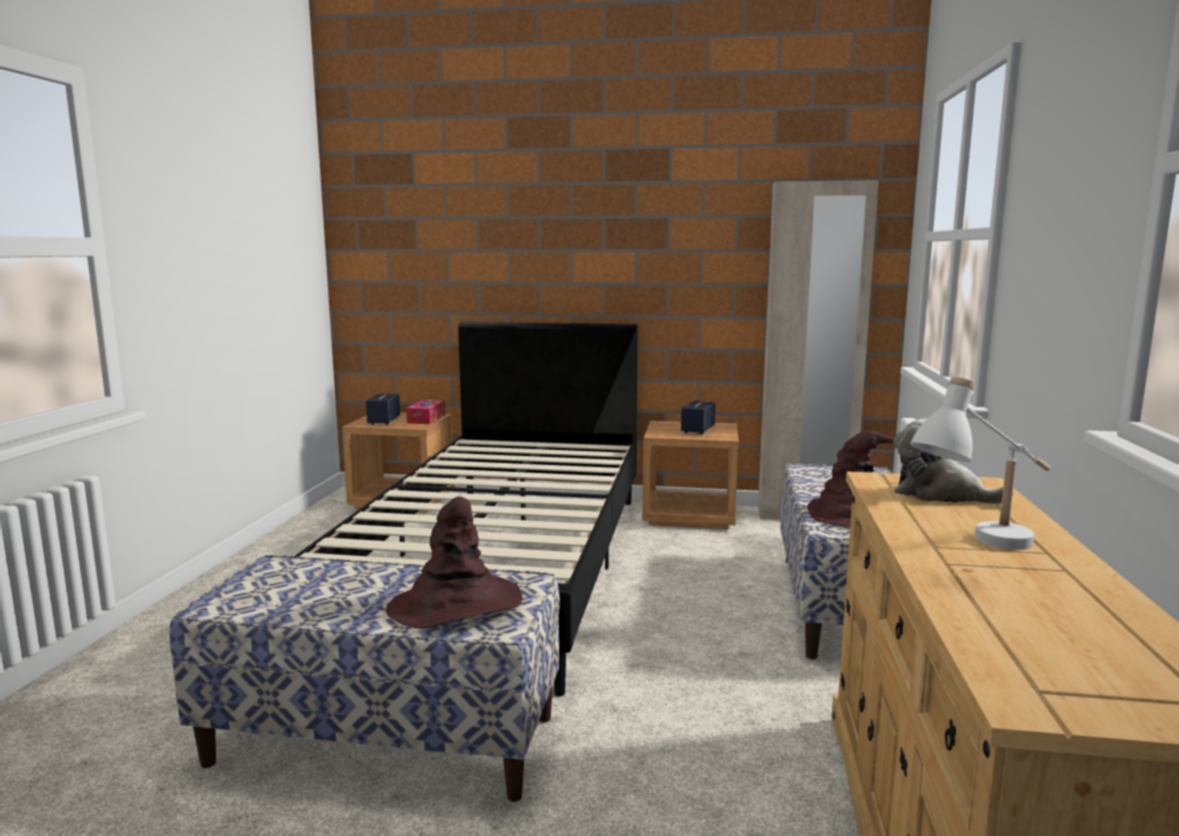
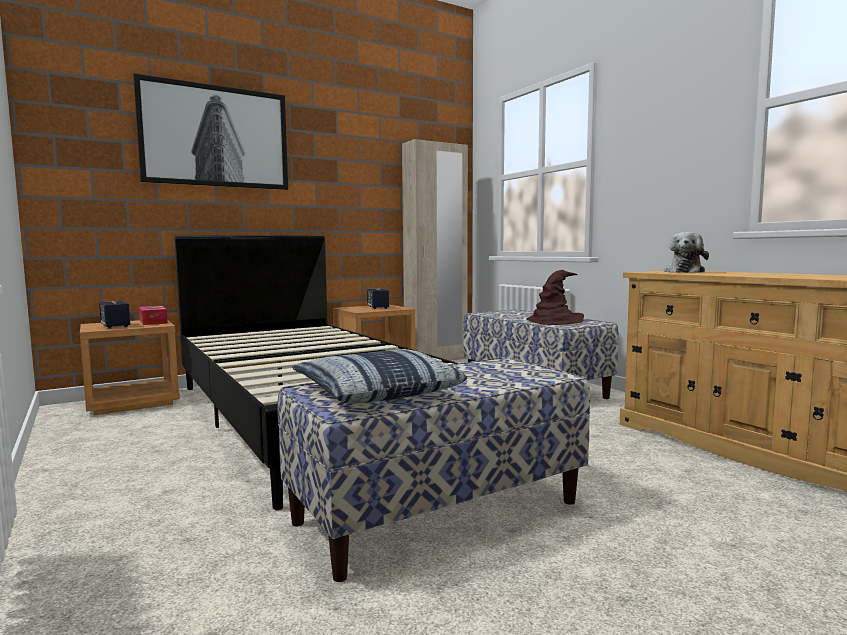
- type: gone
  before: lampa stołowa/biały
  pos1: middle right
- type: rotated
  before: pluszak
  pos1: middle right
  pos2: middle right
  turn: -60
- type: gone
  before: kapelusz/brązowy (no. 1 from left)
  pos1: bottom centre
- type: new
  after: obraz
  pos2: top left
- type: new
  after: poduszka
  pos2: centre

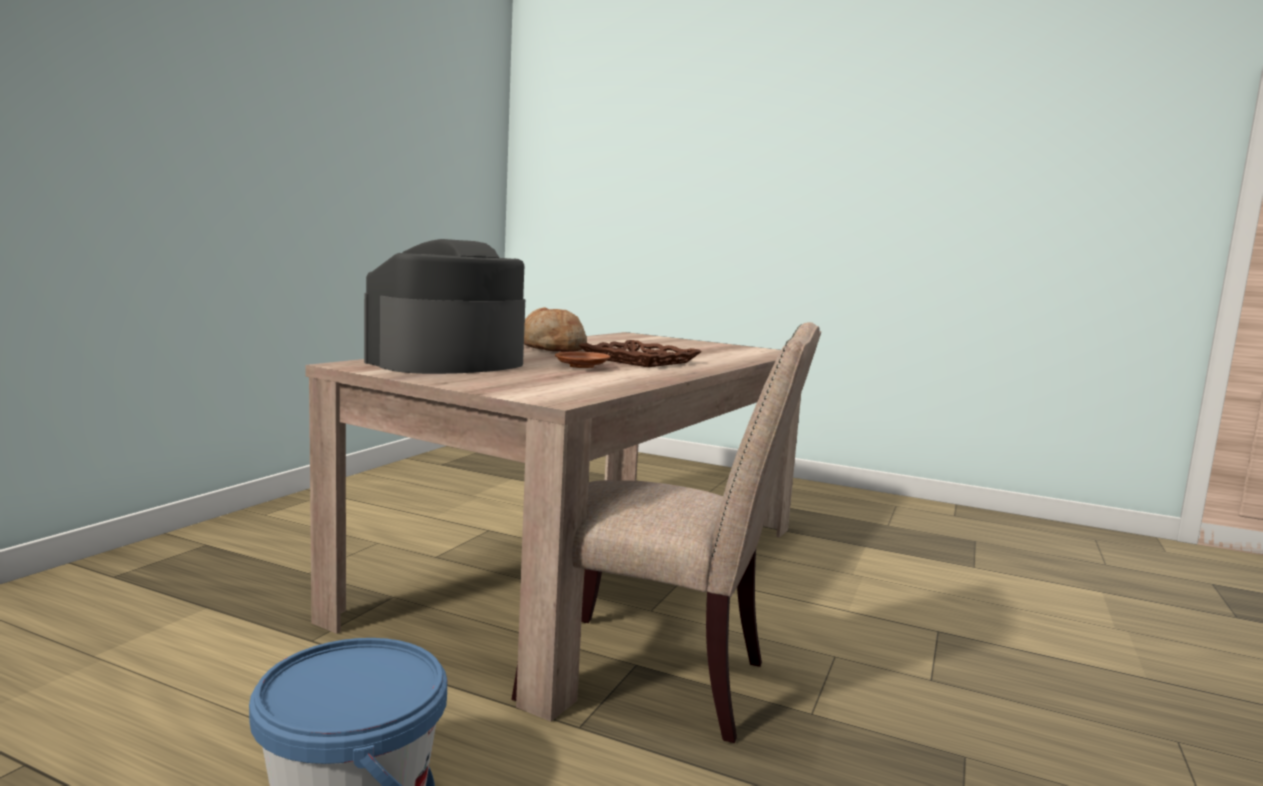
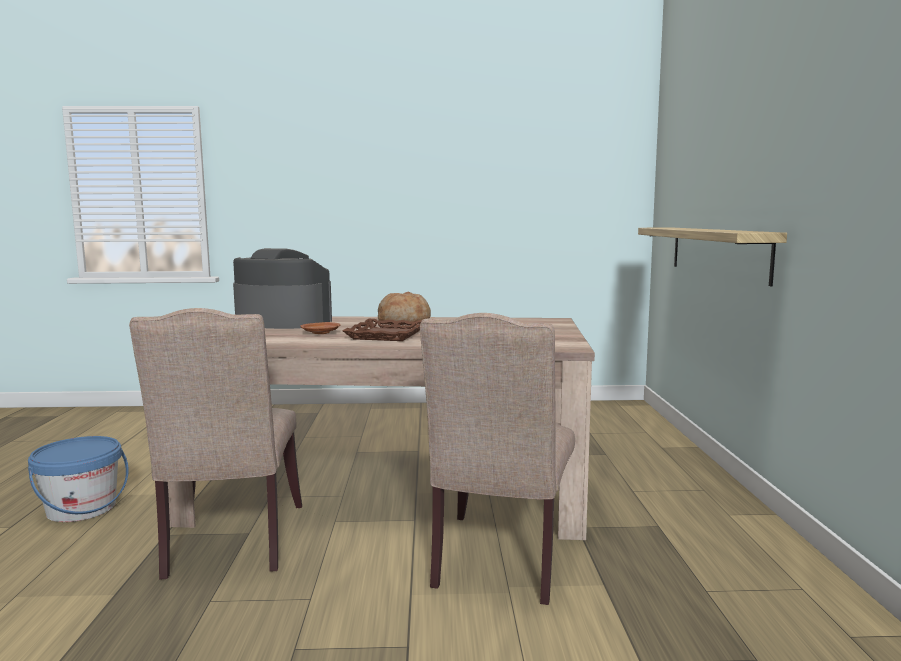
- type: new
  after: półka
  pos2: middle right
- type: new
  after: krzesło/beżowy (no. 2 from left)
  pos2: bottom centre

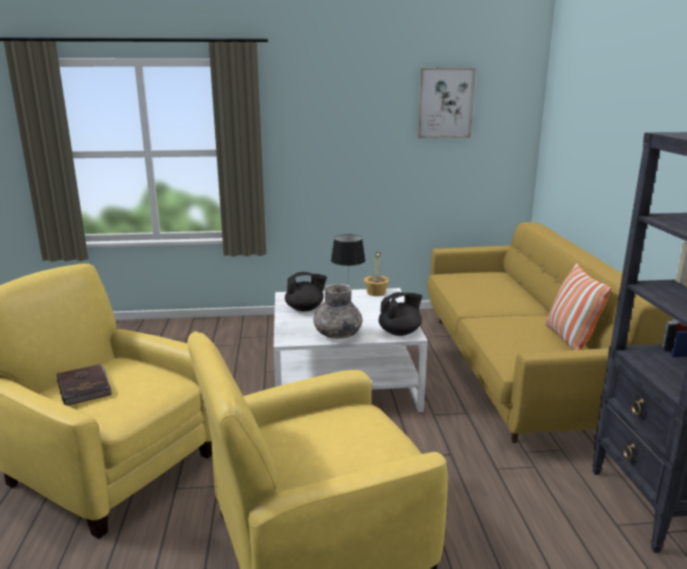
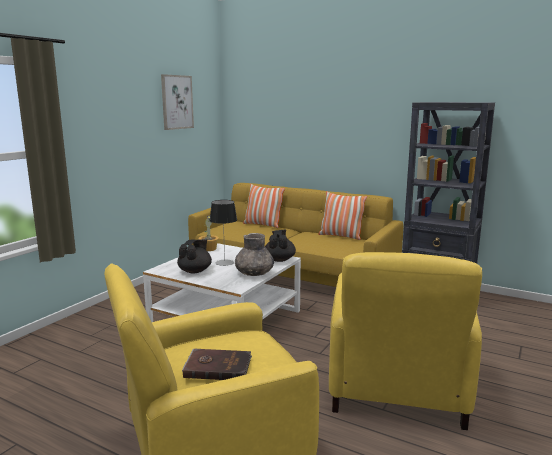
- type: new
  after: poduszka (no. 1 from left)
  pos2: centre

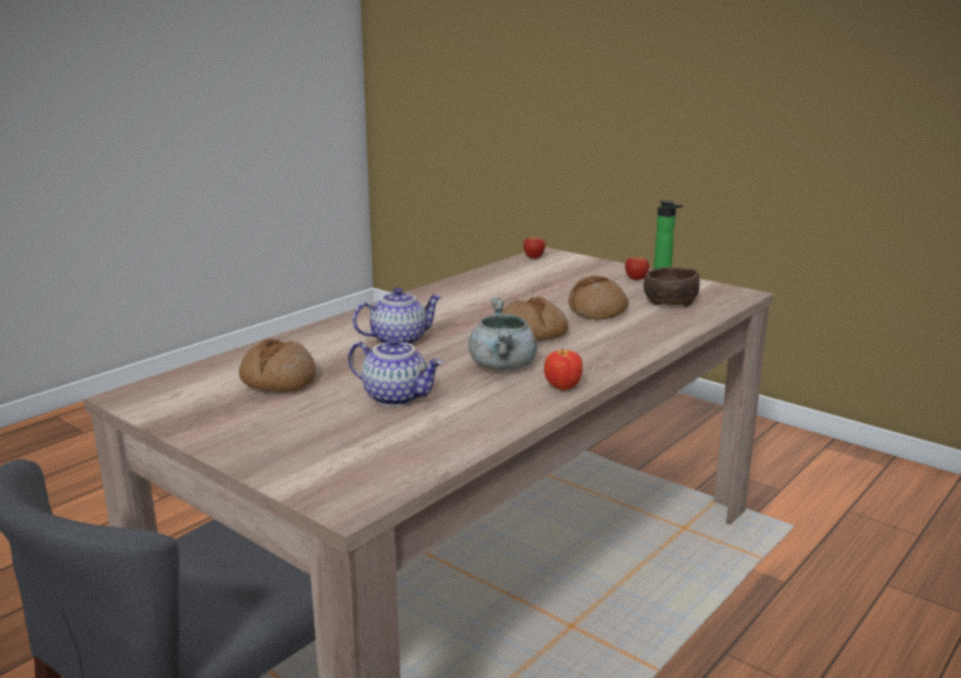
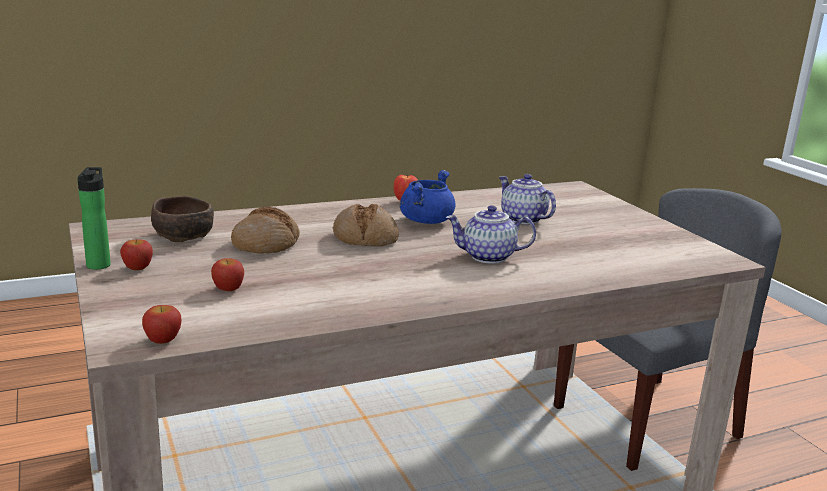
- type: repainted
  before: garnek/szary
  after: garnek/niebieski
  pos1: centre
  pos2: centre
- type: gone
  before: chleb (no. 1 from left)
  pos1: middle left
- type: new
  after: jabłko (no. 3 from left)
  pos2: middle left

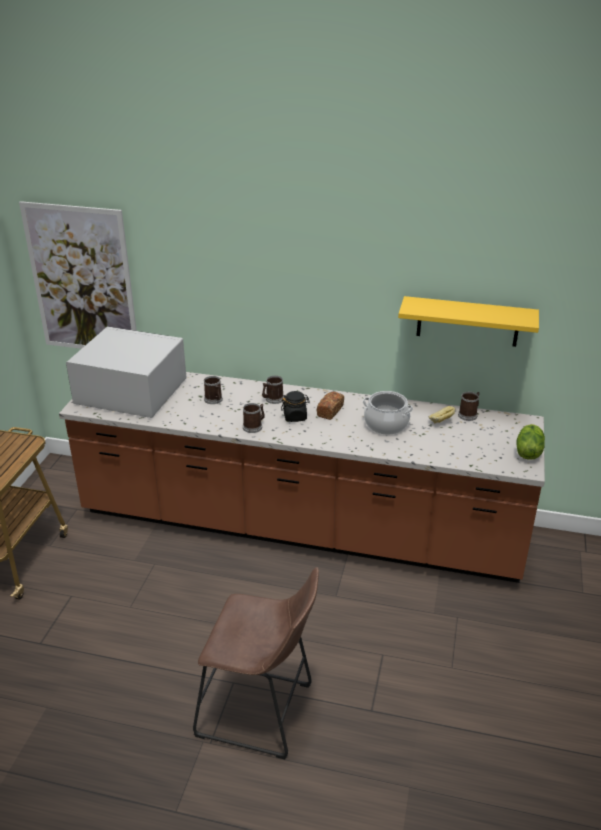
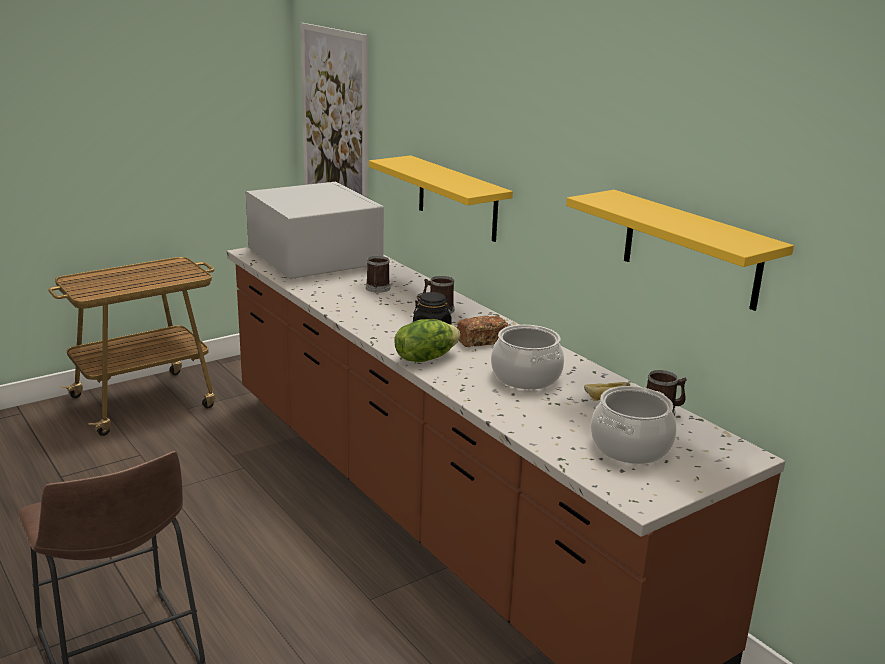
- type: gone
  before: kubek (no. 2 from left)
  pos1: centre
- type: shifted
  before: sałata
  pos1: middle right
  pos2: centre
- type: new
  after: półka/żółty (no. 1 from left)
  pos2: top centre
- type: new
  after: garnek (no. 2 from left)
  pos2: middle right

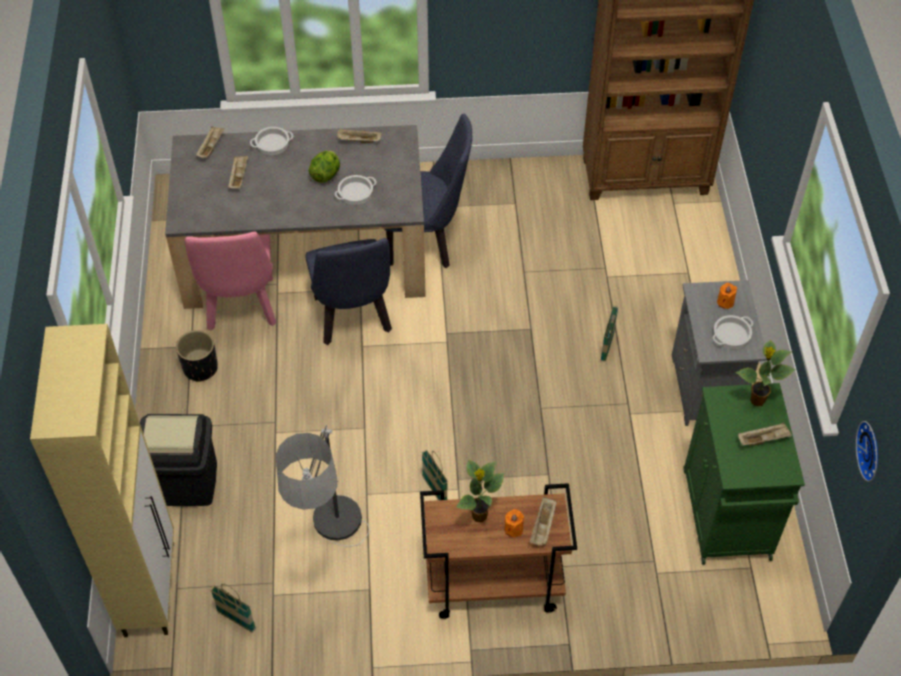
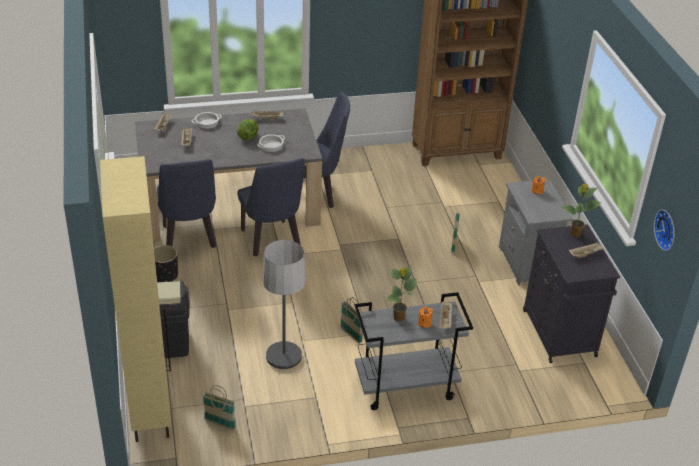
- type: repainted
  before: krzesło/różowy
  after: krzesło/niebieski (no. 1 from left)
  pos1: middle left
  pos2: middle left
- type: gone
  before: garnek (no. 3 from left)
  pos1: middle right
- type: repainted
  before: szafka/zielony
  after: szafka/czarny
  pos1: bottom right
  pos2: middle right
- type: repainted
  before: wózek/brązowy
  after: wózek/szary
  pos1: bottom centre
  pos2: bottom centre

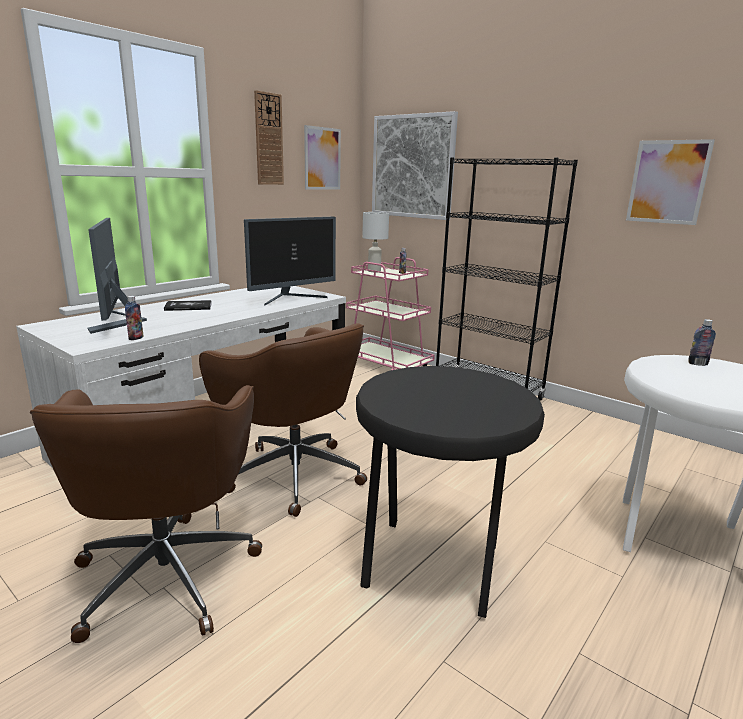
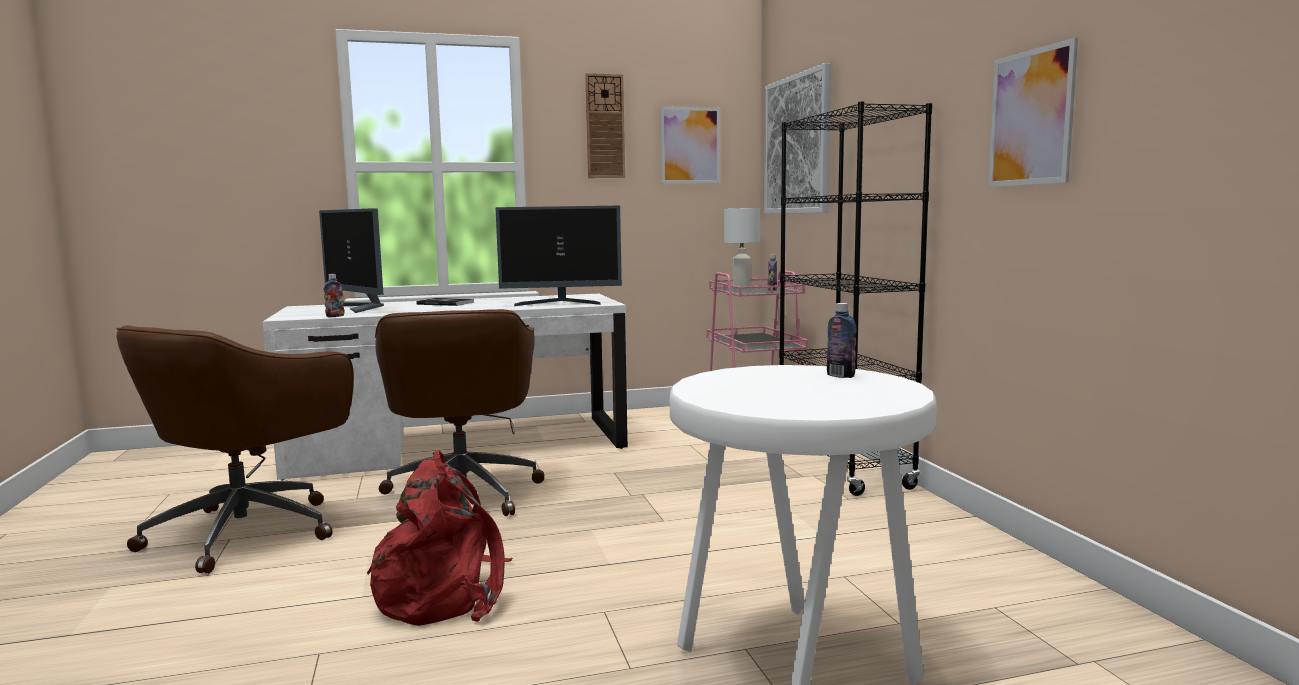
- type: rotated
  before: monitor (no. 1 from left)
  pos1: middle left
  pos2: middle left
  turn: -60
- type: swapped
  before: stołek/czarny
  after: plecak/czerwony
  pos1: bottom centre
  pos2: bottom centre

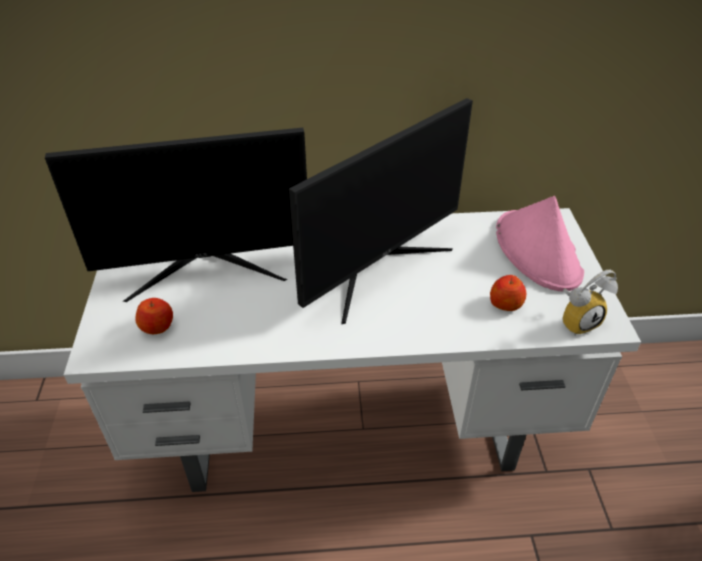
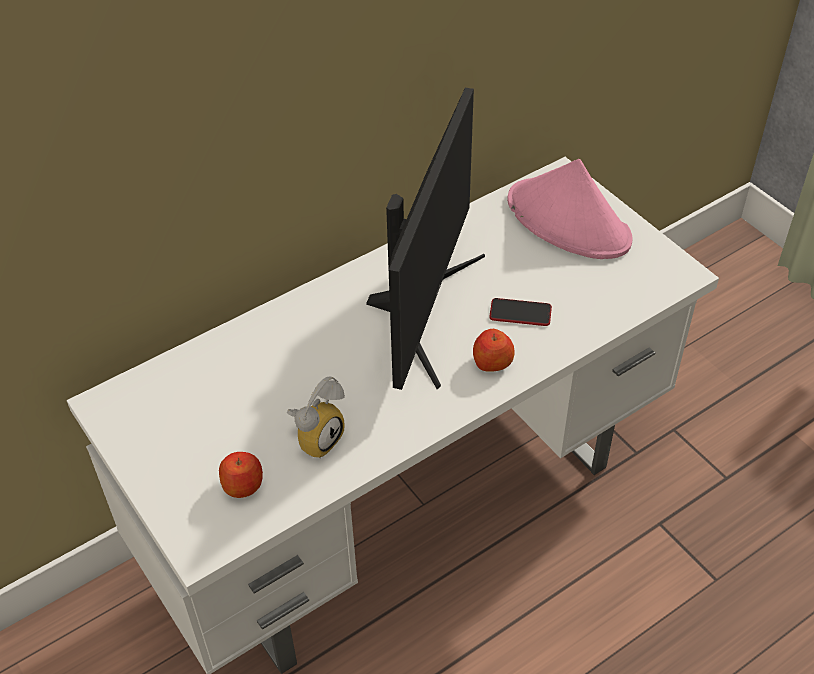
- type: gone
  before: monitor (no. 1 from left)
  pos1: middle left
- type: shifted
  before: budzik
  pos1: middle right
  pos2: centre
- type: shifted
  before: jabłko (no. 2 from left)
  pos1: middle right
  pos2: centre
- type: new
  after: telefon
  pos2: centre

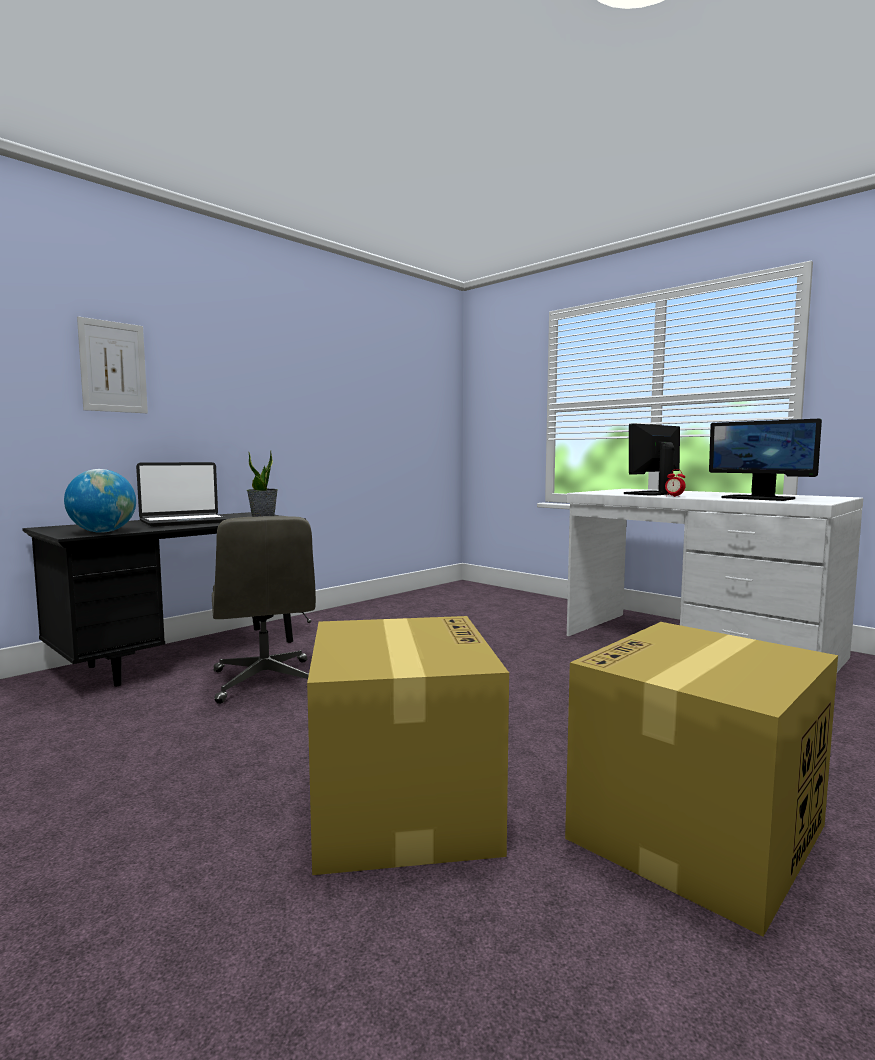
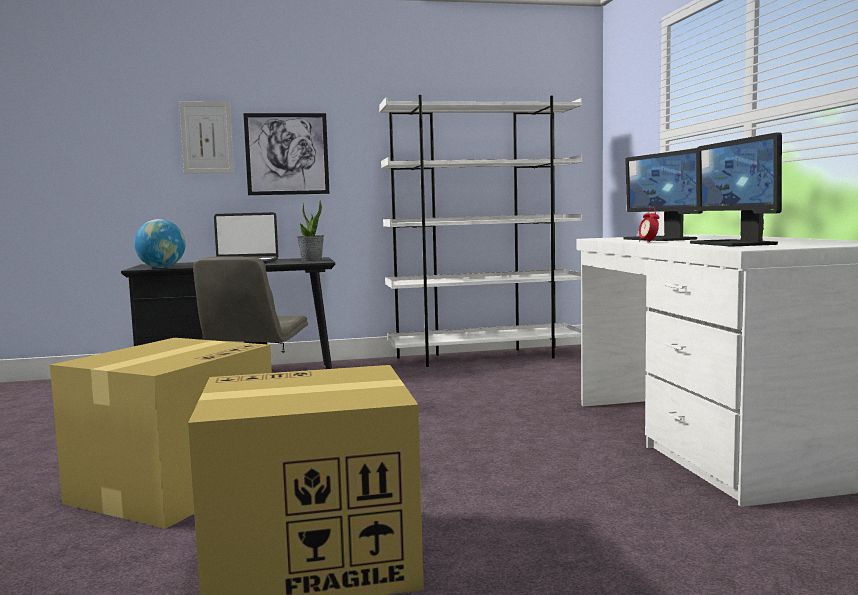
- type: rotated
  before: monitor (no. 1 from left)
  pos1: middle right
  pos2: top right
  turn: -105
- type: new
  after: regał/biały
  pos2: centre
- type: new
  after: obraz (no. 2 from left)
  pos2: top centre

